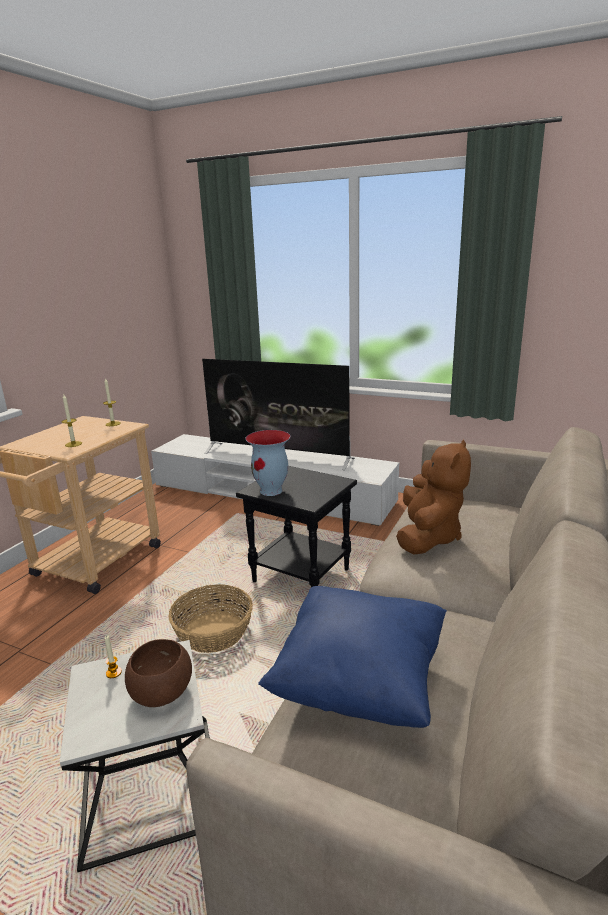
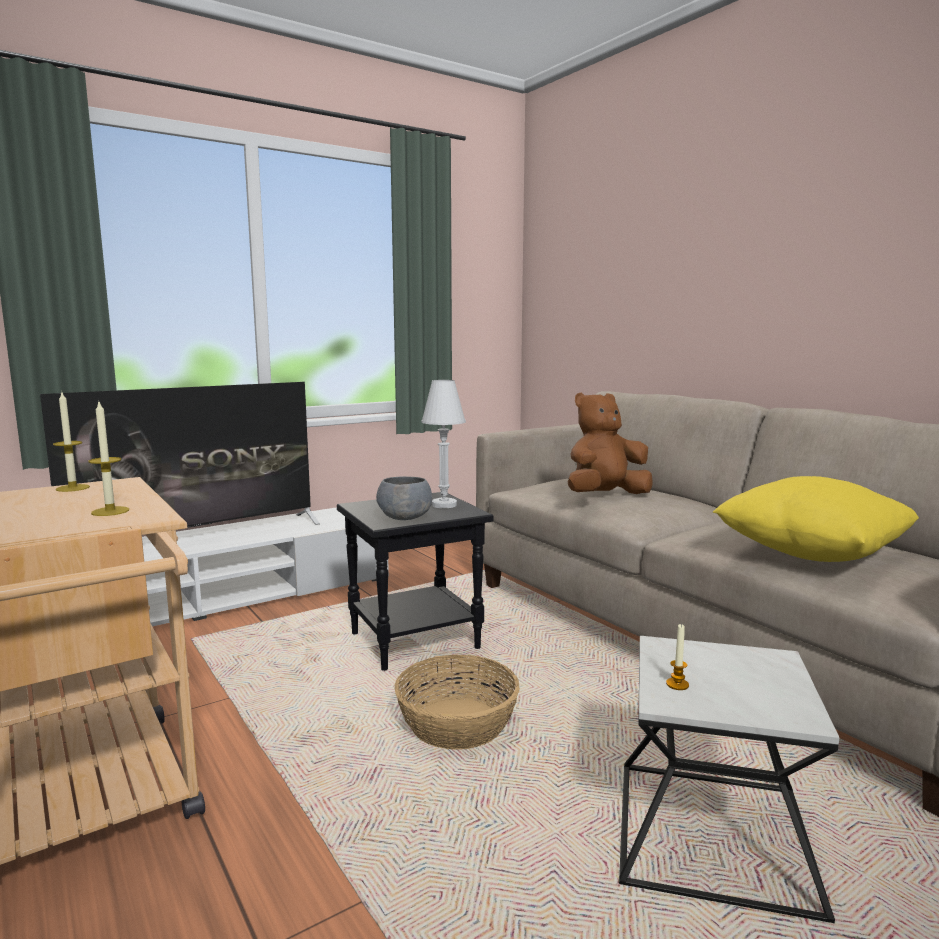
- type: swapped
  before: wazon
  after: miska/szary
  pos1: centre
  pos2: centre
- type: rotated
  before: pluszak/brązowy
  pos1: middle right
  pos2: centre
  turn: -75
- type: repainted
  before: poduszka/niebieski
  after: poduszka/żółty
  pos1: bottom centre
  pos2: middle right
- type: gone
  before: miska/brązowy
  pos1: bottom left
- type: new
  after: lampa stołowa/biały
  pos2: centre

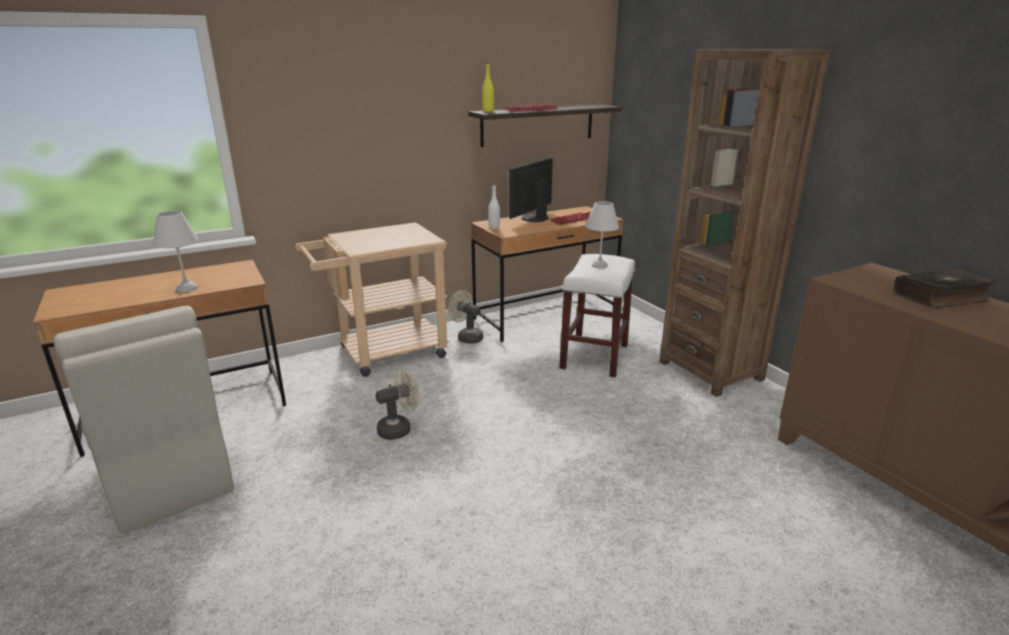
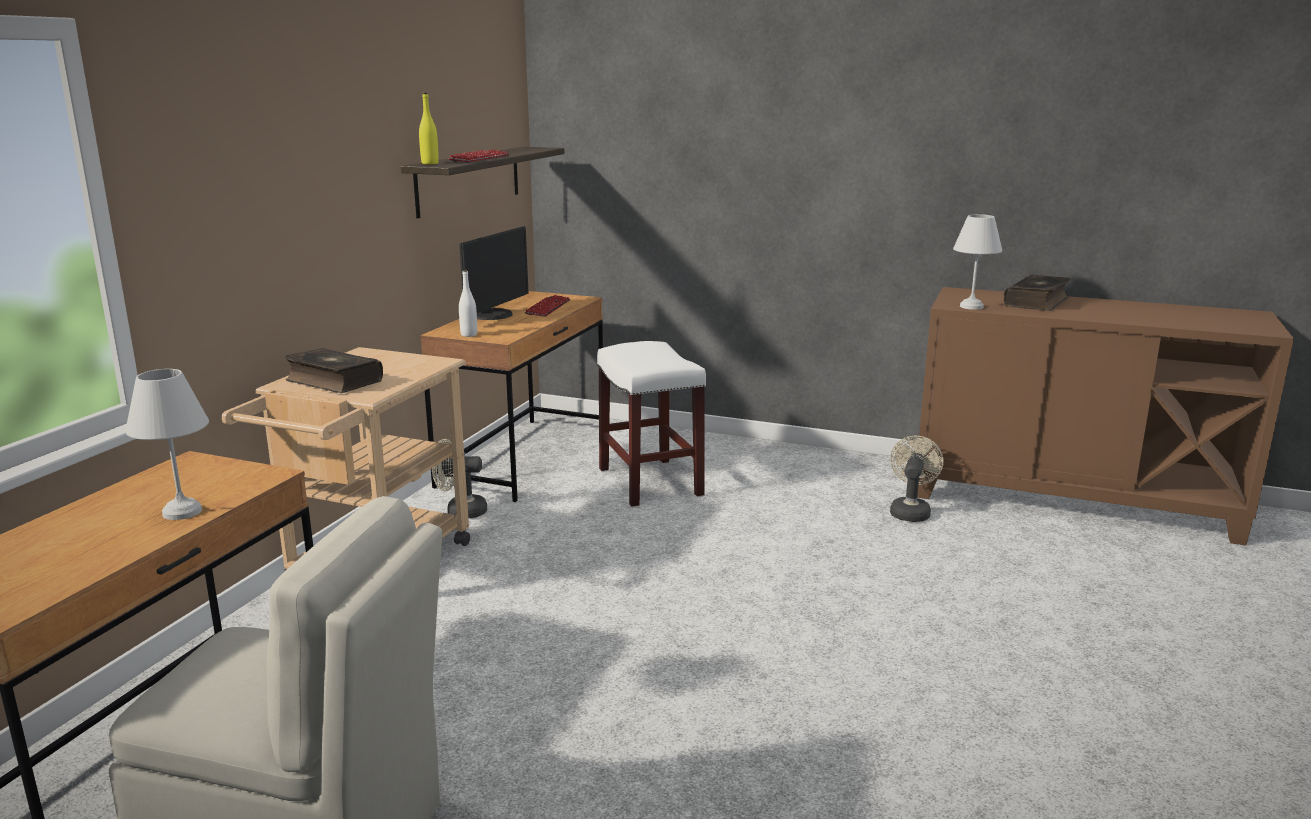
- type: gone
  before: regał/brązowy
  pos1: middle right
- type: rotated
  before: monitor
  pos1: top centre
  pos2: centre
  turn: -150
- type: shifted
  before: lampa stołowa/biały (no. 2 from left)
  pos1: centre
  pos2: top right
- type: shifted
  before: wentylator/beżowy (no. 1 from left in the first image)
  after: wentylator/beżowy (no. 2 from left)
  pos1: centre
  pos2: middle right
- type: new
  after: książka (no. 1 from left)
  pos2: middle left

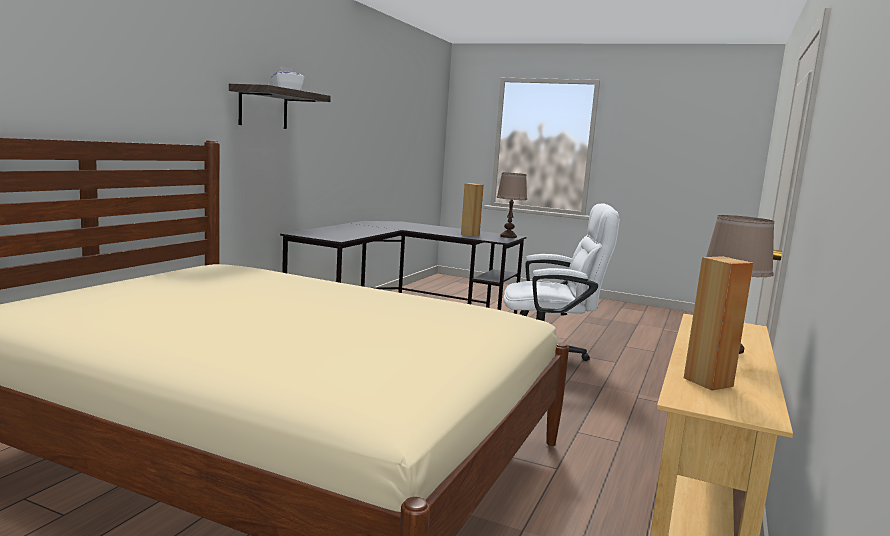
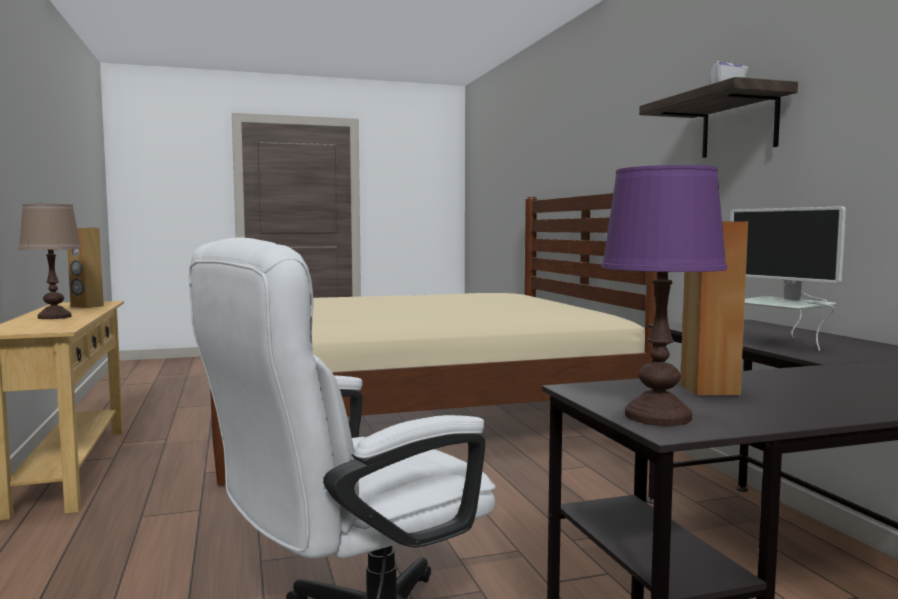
- type: repainted
  before: lampa stołowa/brązowy (no. 1 from left)
  after: lampa stołowa/fioletowy
  pos1: centre
  pos2: middle right
- type: new
  after: monitor
  pos2: middle right

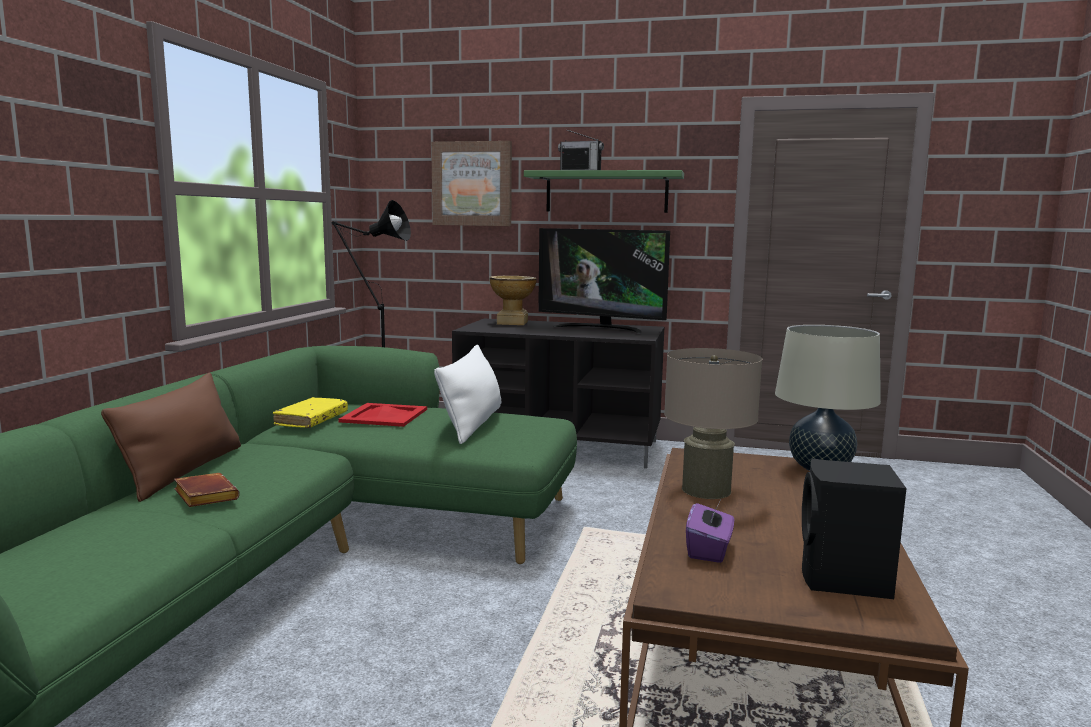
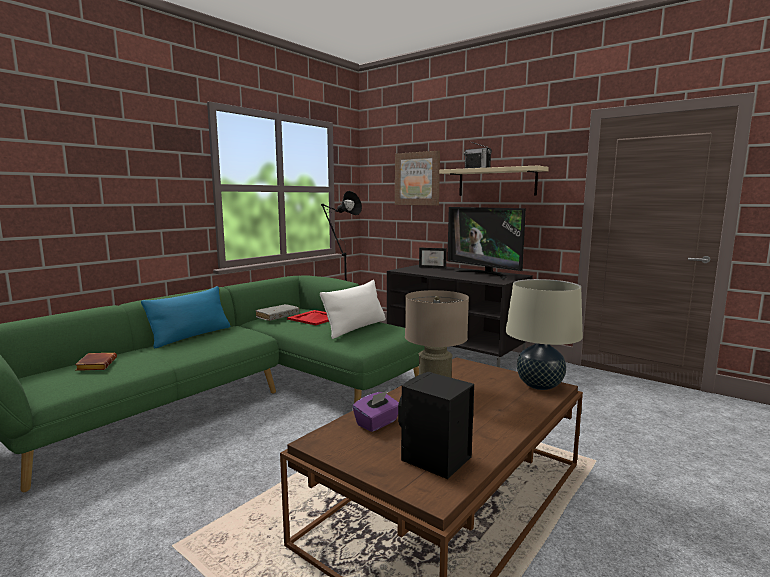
- type: repainted
  before: półka/zielony
  after: półka/beżowy
  pos1: top centre
  pos2: top centre
- type: swapped
  before: wazon
  after: ramka na zdjęcie
  pos1: centre
  pos2: centre
- type: repainted
  before: poduszka/brązowy
  after: poduszka/niebieski
  pos1: middle left
  pos2: middle left
- type: repainted
  before: książka/żółty
  after: książka/szary
  pos1: middle left
  pos2: centre
- type: shifted
  before: książka/brązowy
  pos1: bottom left
  pos2: middle left

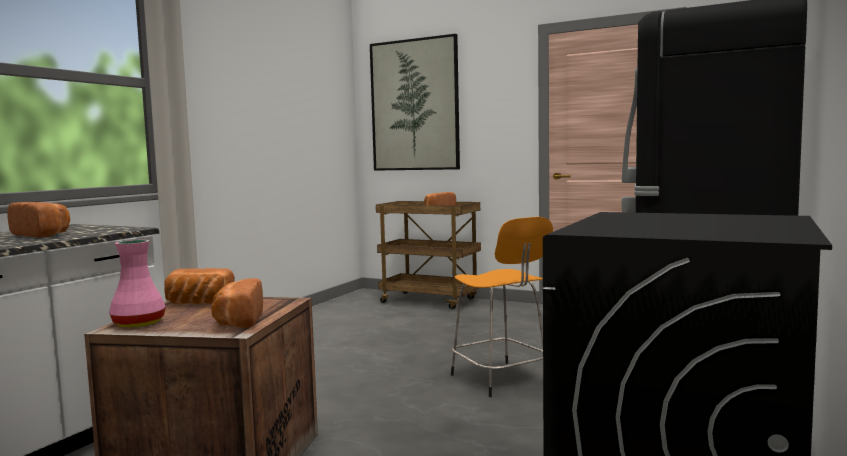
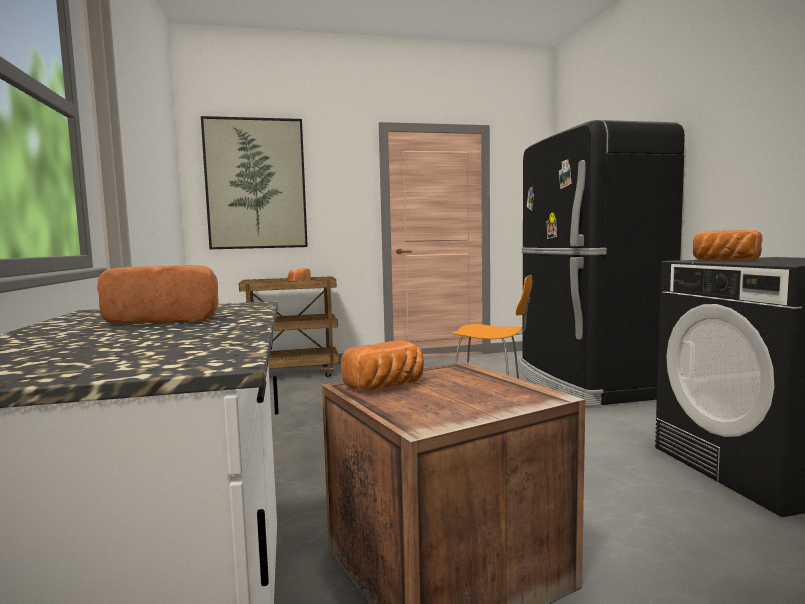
- type: gone
  before: wazon/różowy
  pos1: middle left
- type: shifted
  before: chleb (no. 3 from left in the first image)
  after: chleb (no. 4 from left)
  pos1: middle left
  pos2: middle right

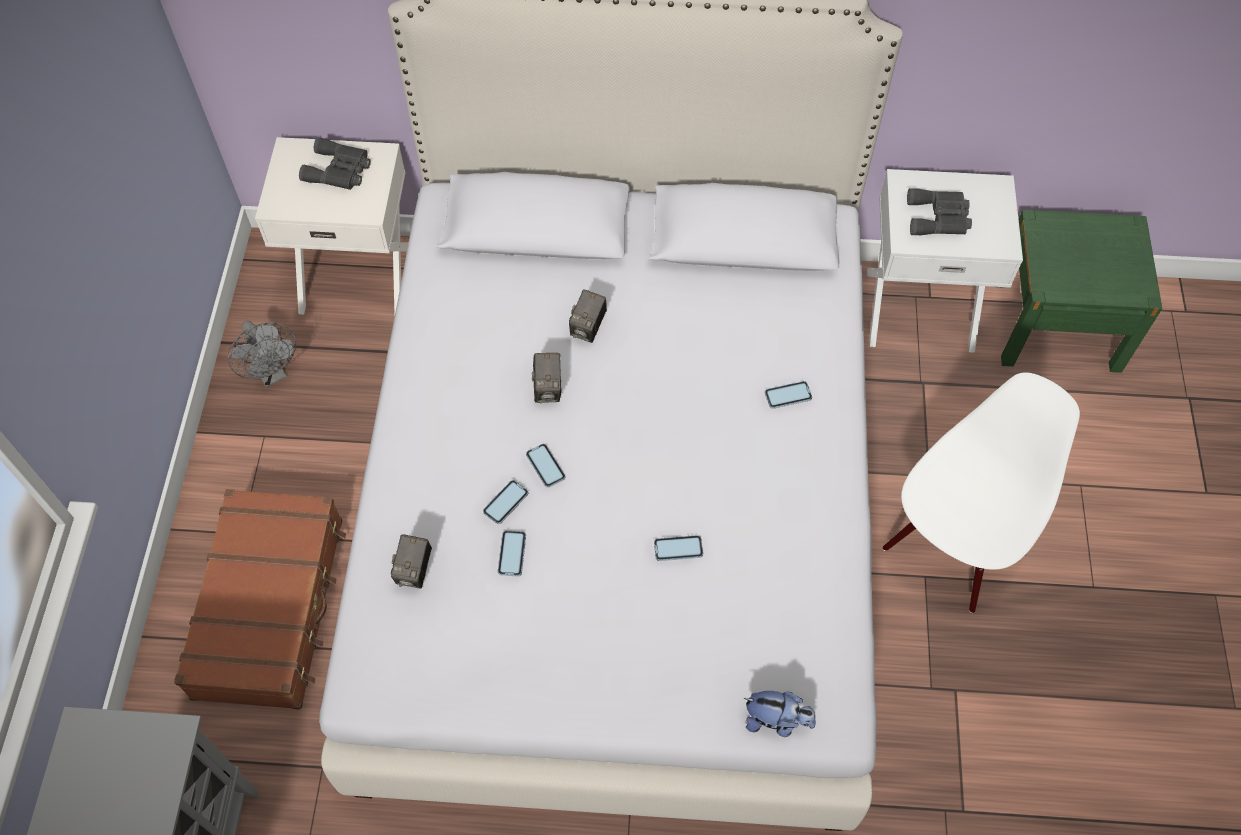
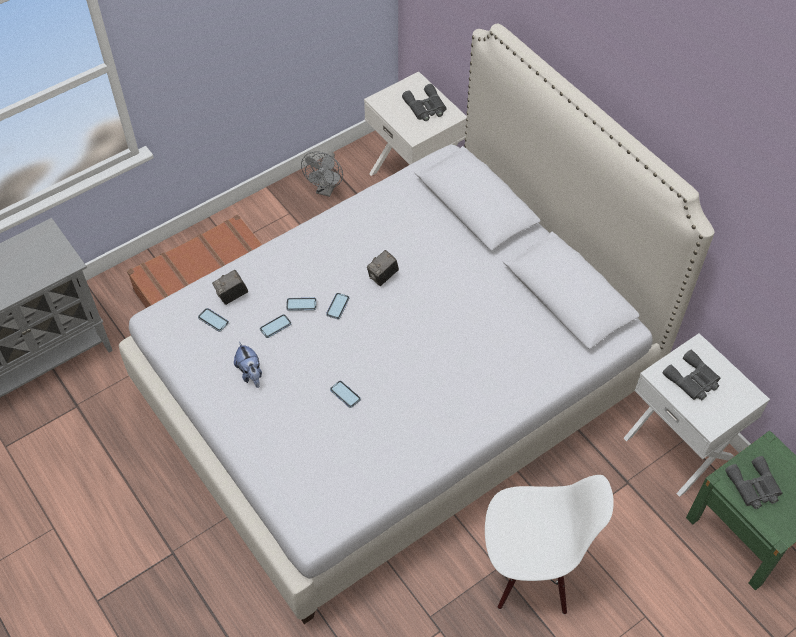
- type: gone
  before: aparat fotograficzny (no. 3 from left)
  pos1: centre
- type: shifted
  before: telefon (no. 5 from left in the first image)
  after: telefon (no. 1 from left)
  pos1: centre
  pos2: middle left
- type: shifted
  before: pluszak
  pos1: bottom centre
  pos2: middle left
- type: new
  after: lornetka/szary (no. 3 from left)
  pos2: bottom right

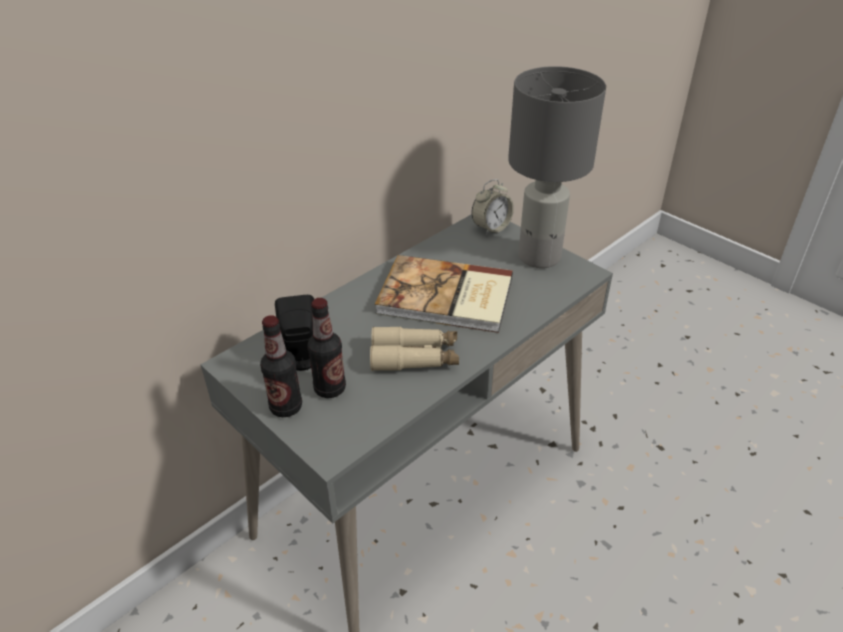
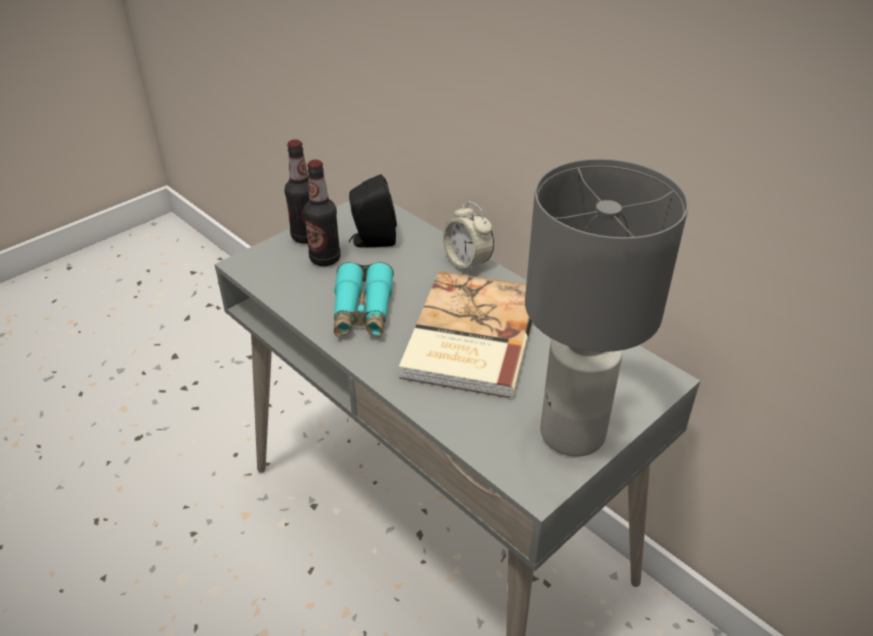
- type: shifted
  before: budzik
  pos1: top centre
  pos2: centre
- type: repainted
  before: lornetka/beżowy
  after: lornetka/turkusowy
  pos1: centre
  pos2: centre

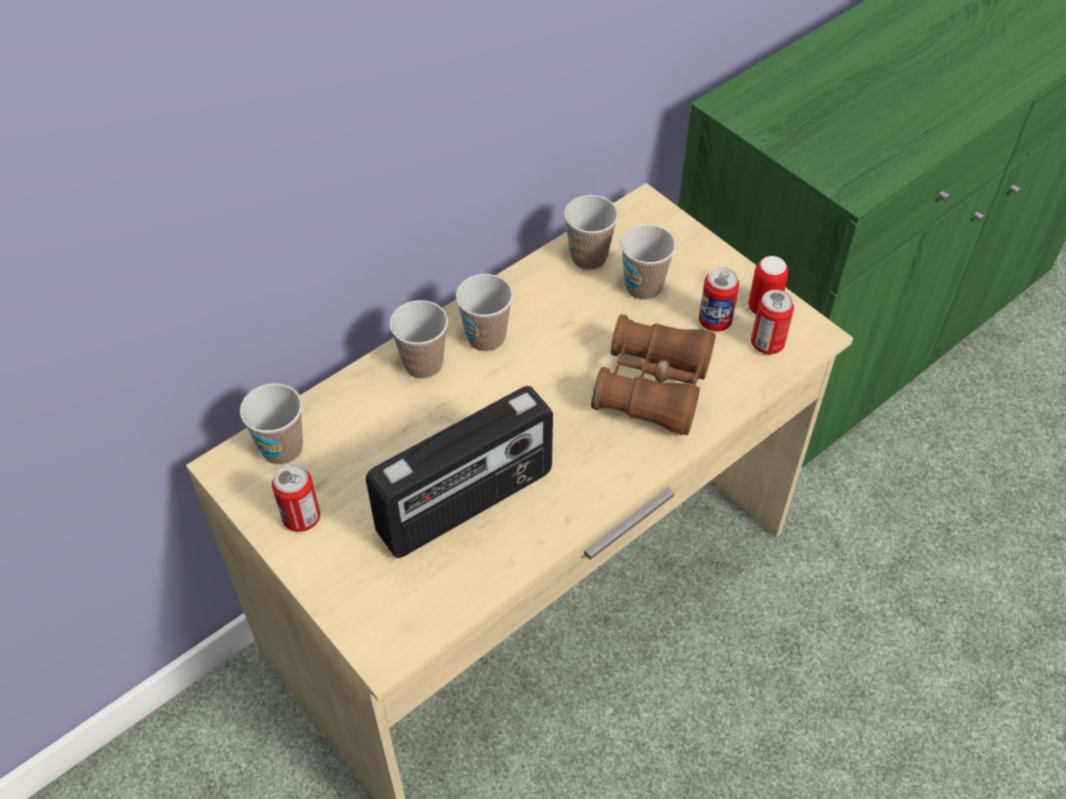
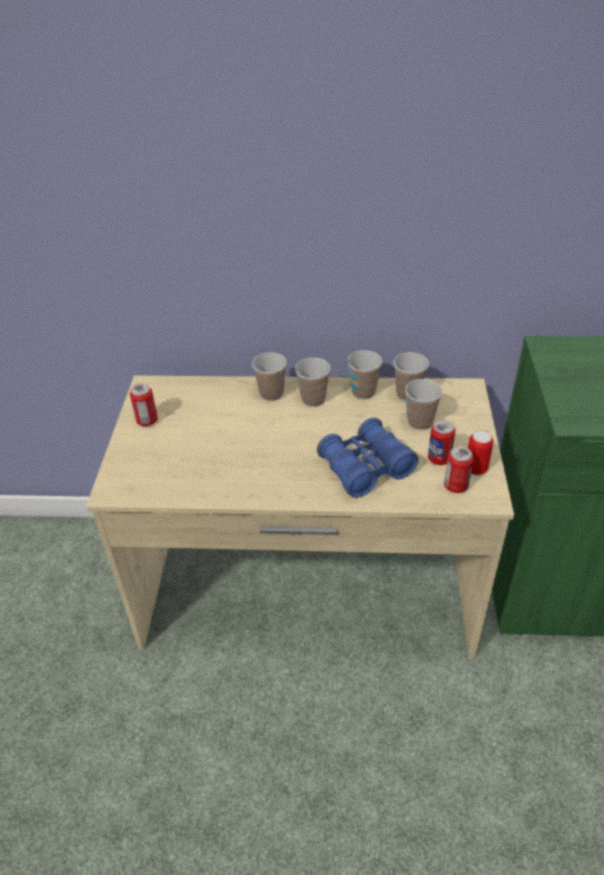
- type: repainted
  before: lornetka/brązowy
  after: lornetka/niebieski
  pos1: centre
  pos2: centre
- type: shifted
  before: filiżanka (no. 1 from left in the first image)
  after: filiżanka (no. 3 from left)
  pos1: middle left
  pos2: centre
- type: gone
  before: radio
  pos1: centre

